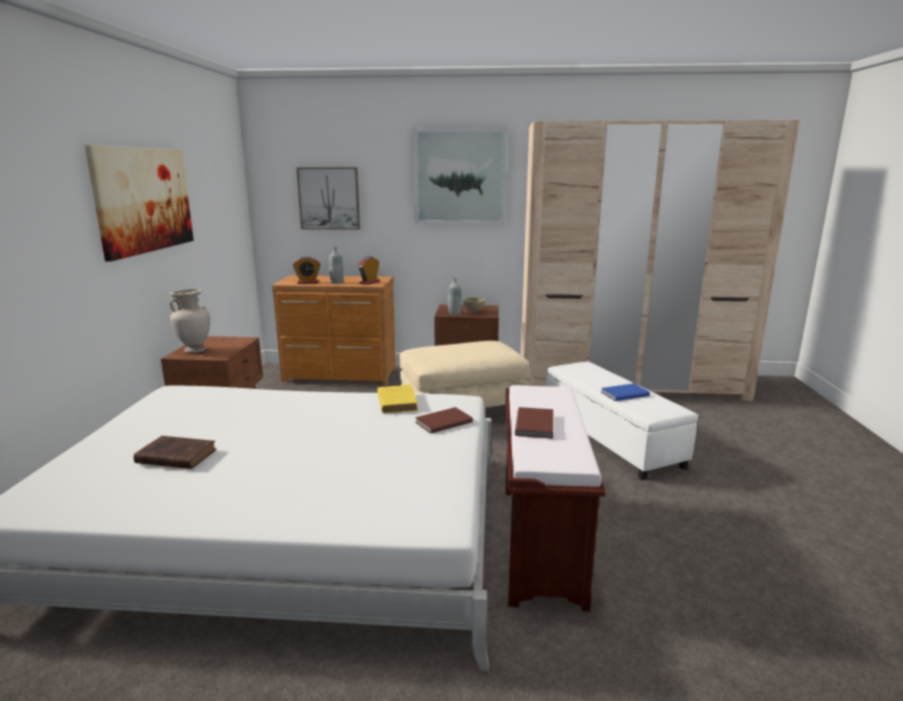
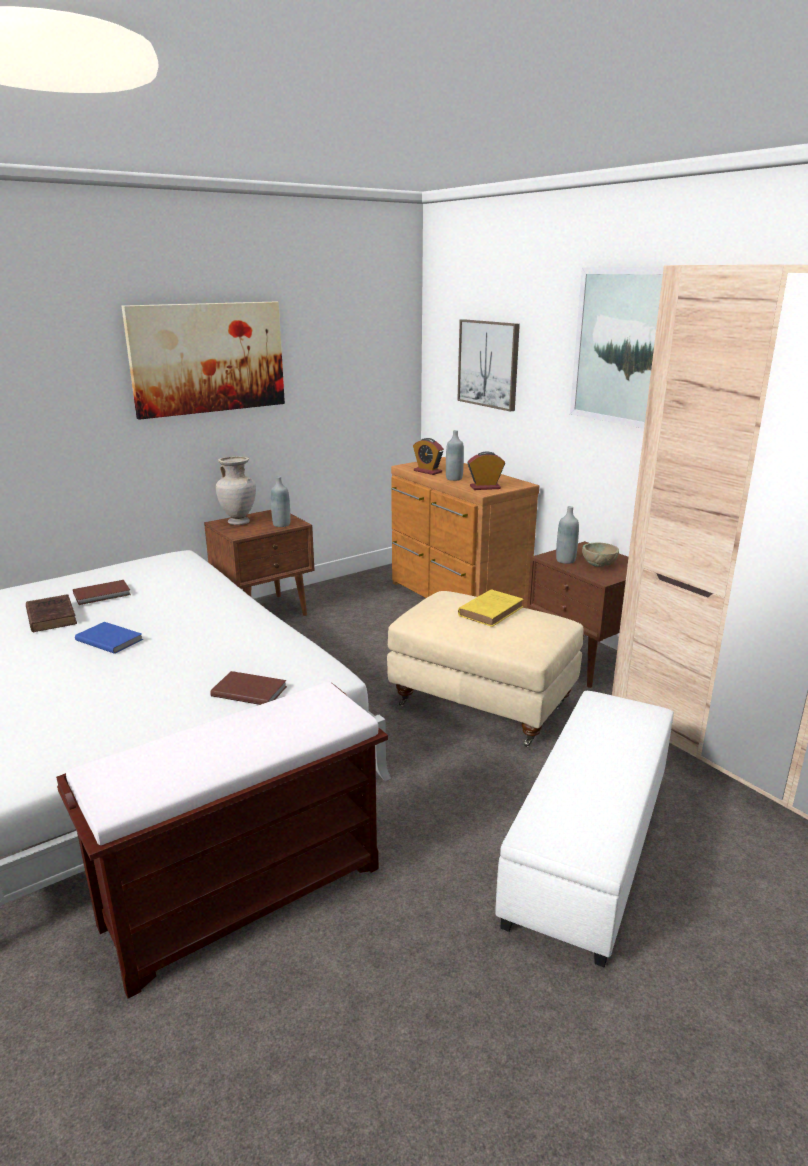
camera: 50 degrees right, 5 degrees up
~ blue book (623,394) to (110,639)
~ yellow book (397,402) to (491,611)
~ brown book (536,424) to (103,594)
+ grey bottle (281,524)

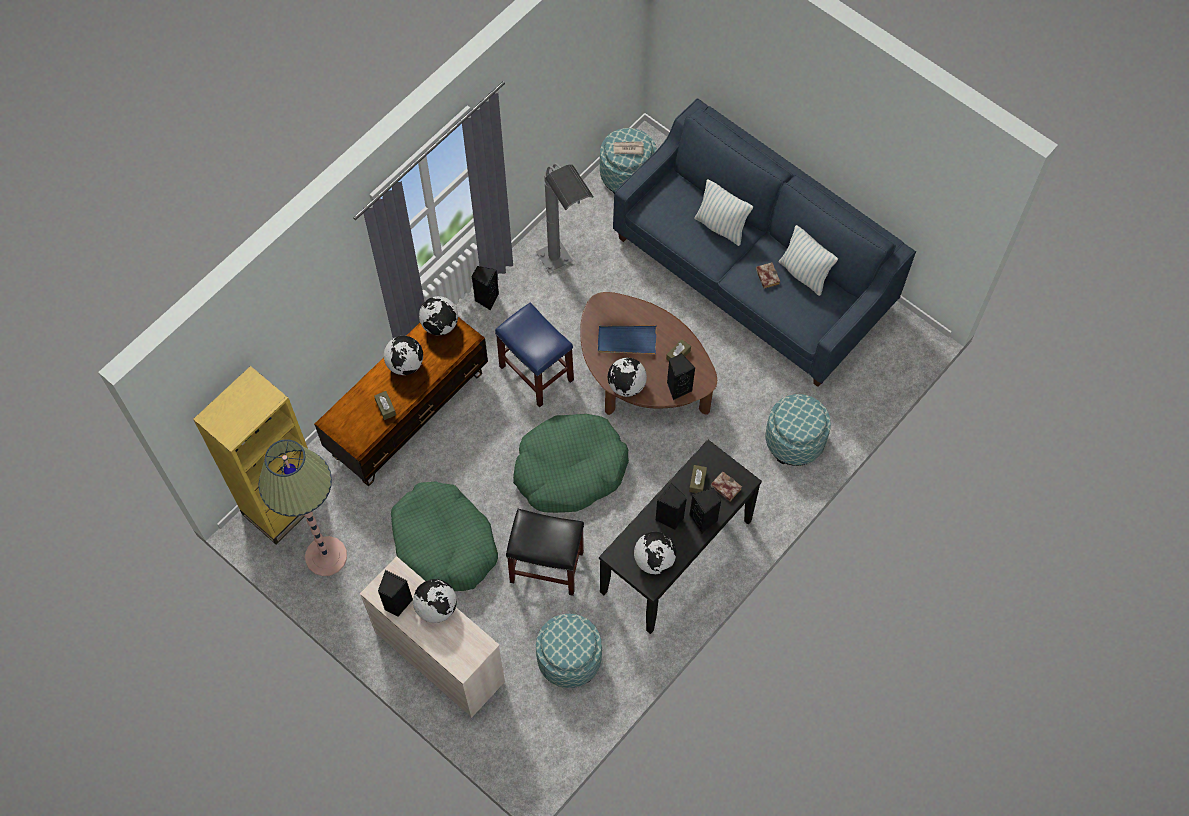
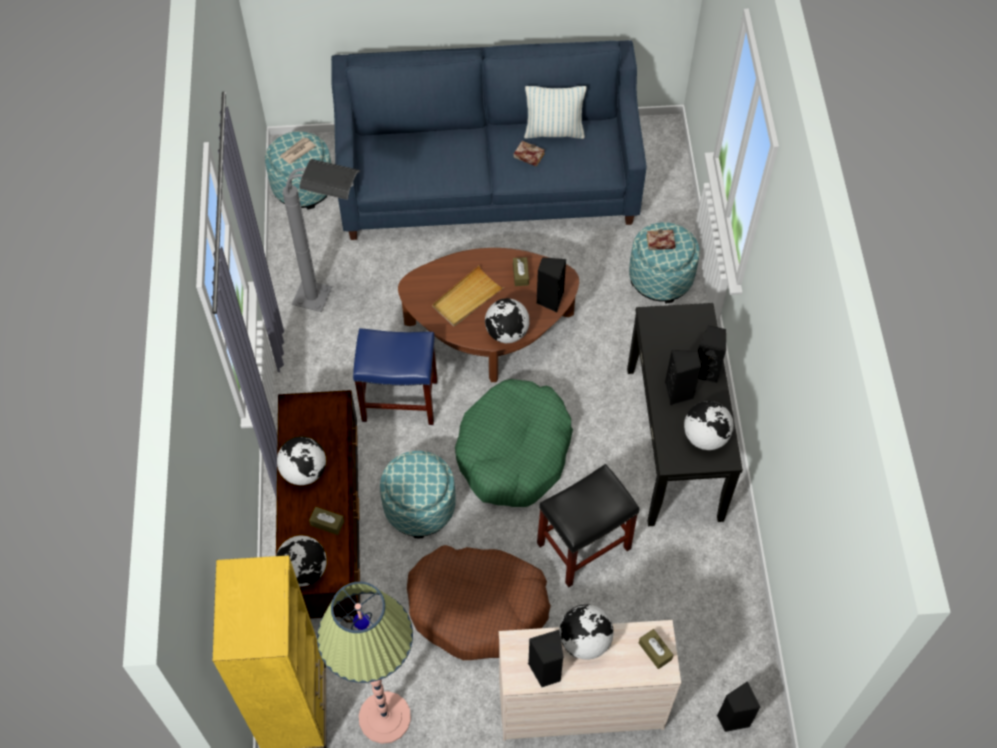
camera: 45 degrees left, 5 degrees down
- pillow (721,226)
~ black speaker (486,298) to (732,718)
~ globe (440,325) to (304,570)
~ blue tray (626,341) to beige tray (467,298)
~ brown tissue box (697,481) to (655,651)
~ book (724,487) to (659,242)
~ green dog bed (444,543) to brown dog bed (477,607)
~ ottoman (569,659) to (419,507)

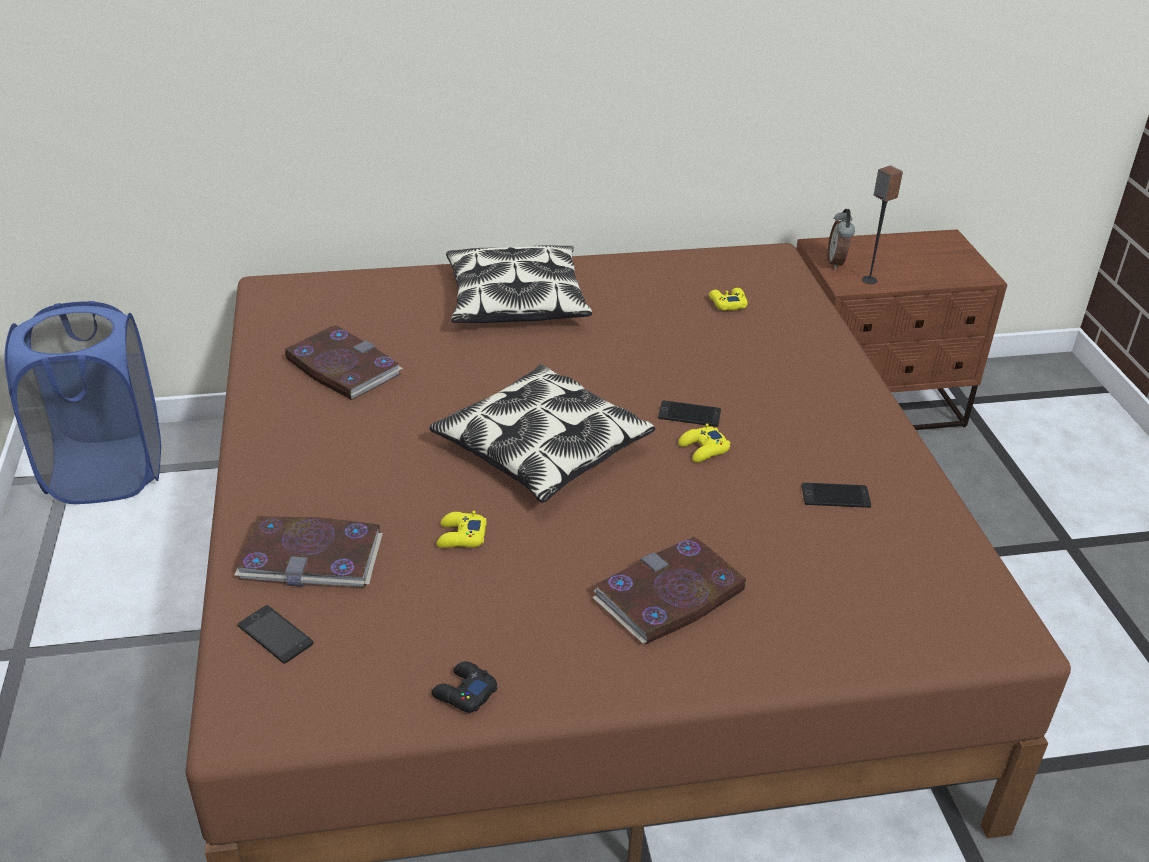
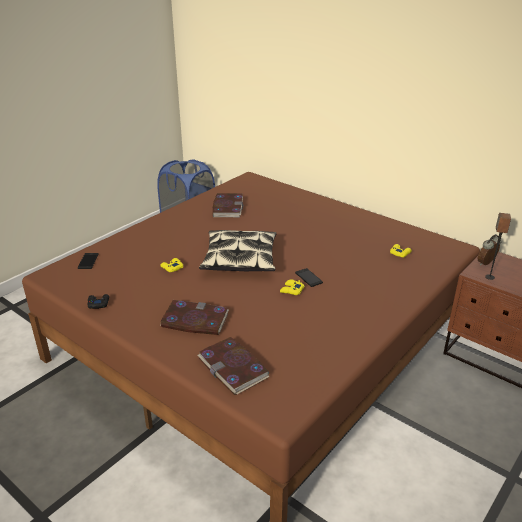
camera: 50 degrees right, 5 degrees down
- pillow (515,301)
- phone (835,496)
~ book (311,557) to (233,368)

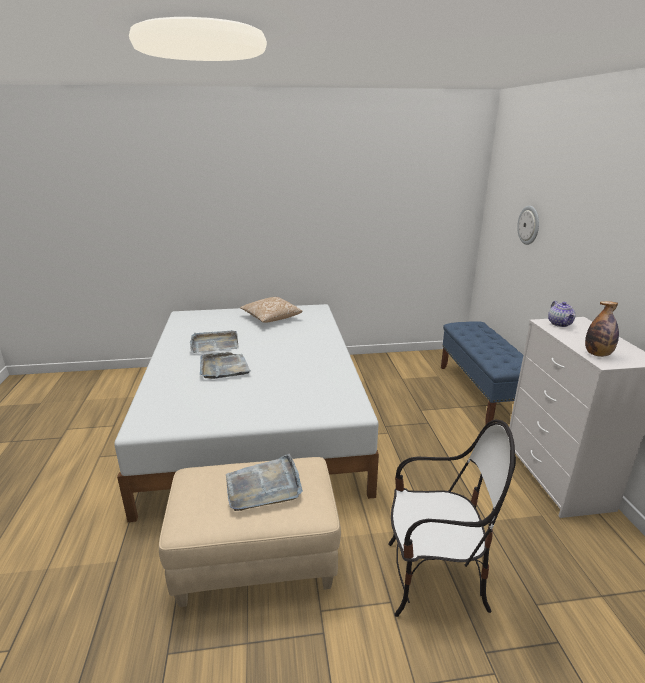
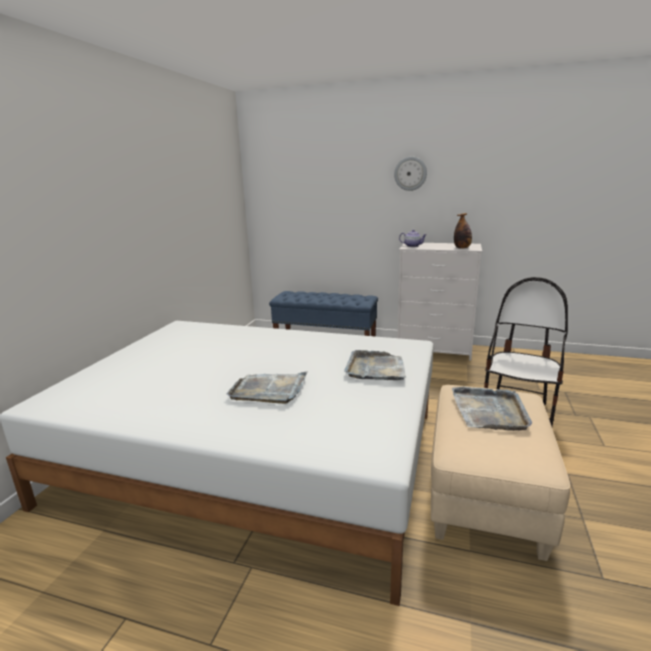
camera: 65 degrees left, 5 degrees down
~ wall clock (529,225) to (410,173)
- pillow (271,318)
~ grey tray (214,344) to (376,368)

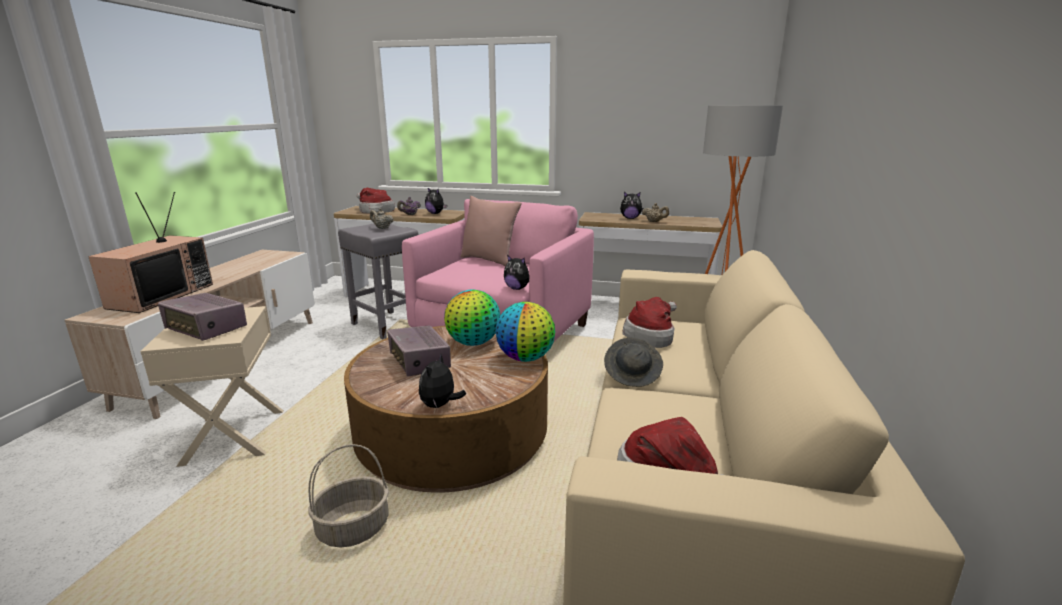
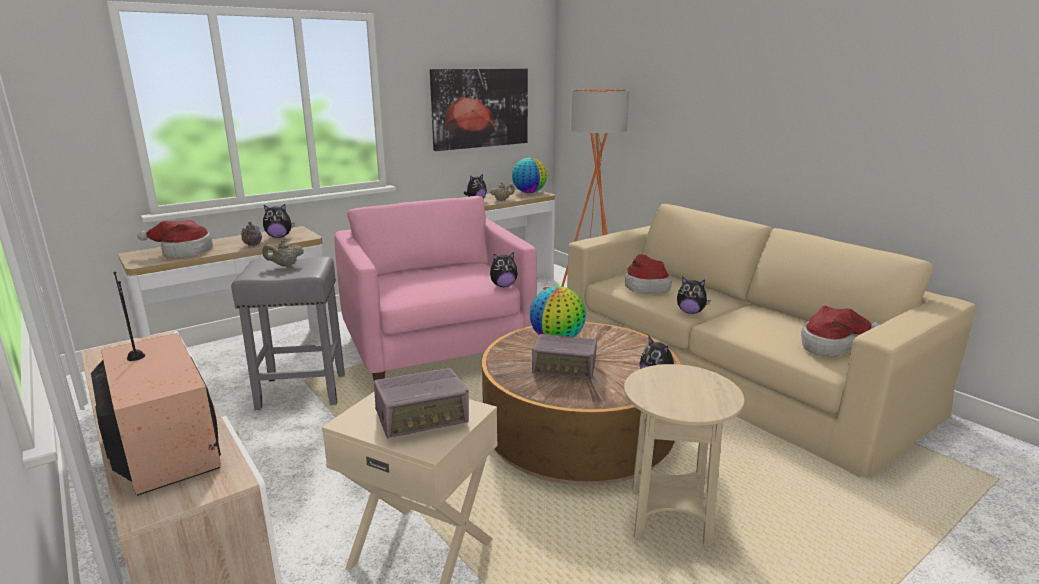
camera: 50 degrees left, 0 degrees up
- pink pillow (489,260)
~ globe (525,358) to (529,192)
~ grey hat (633,374) to plush toy (690,312)
~ basket (353,529) to beige side table (670,516)
+ picture (480,108)

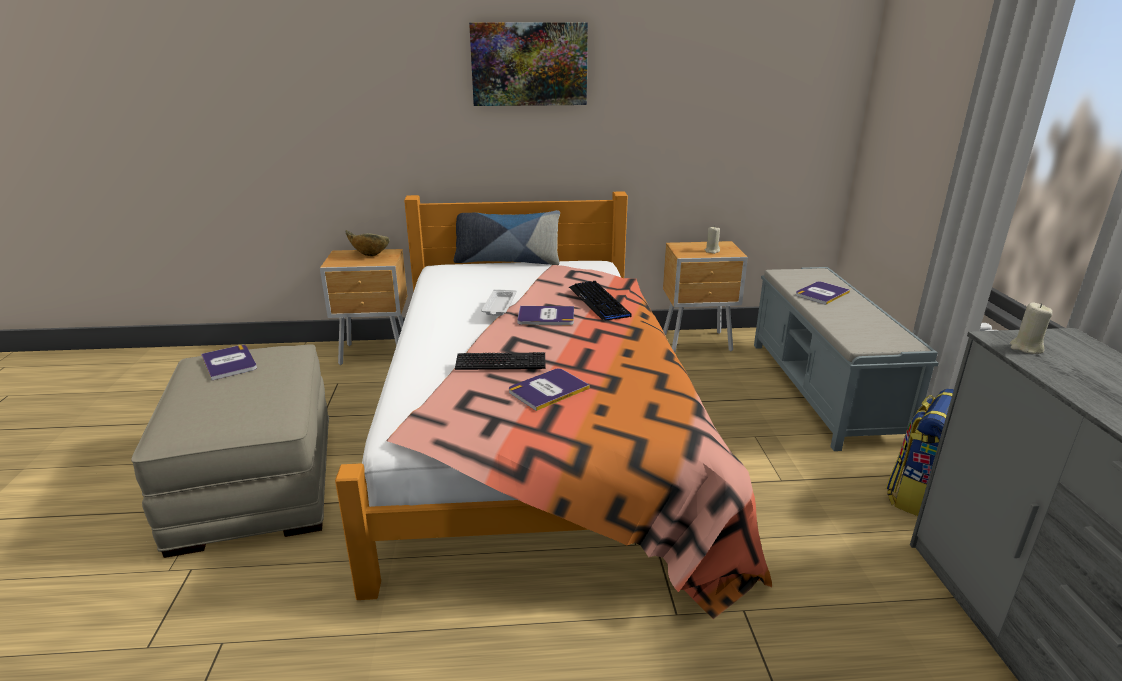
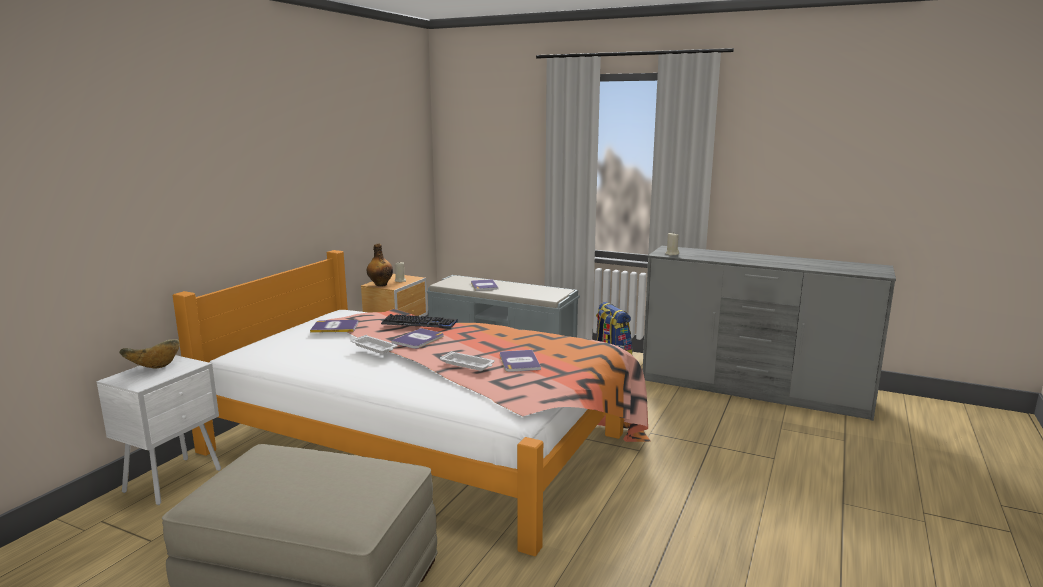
camera: 60 degrees left, 10 degrees down
- picture (529,64)
- pillow (507,261)
~ brown nightstand (376,354) to white nightstand (175,480)
~ book (229,363) to (335,327)
~ keyboard (501,363) to white tray (468,364)
+ bottle (380,284)

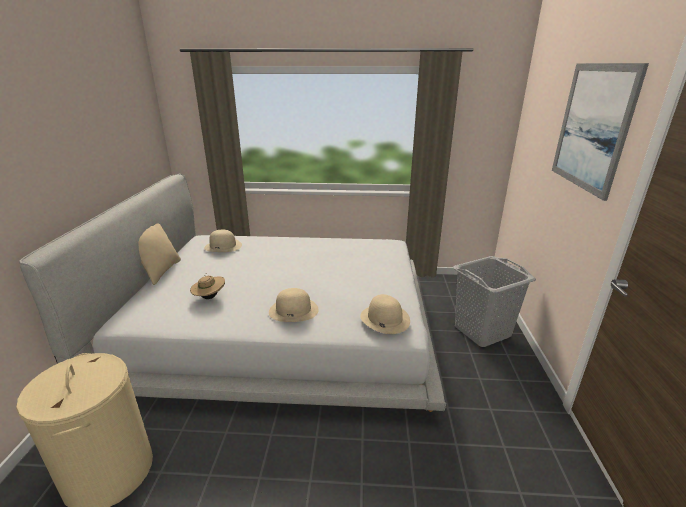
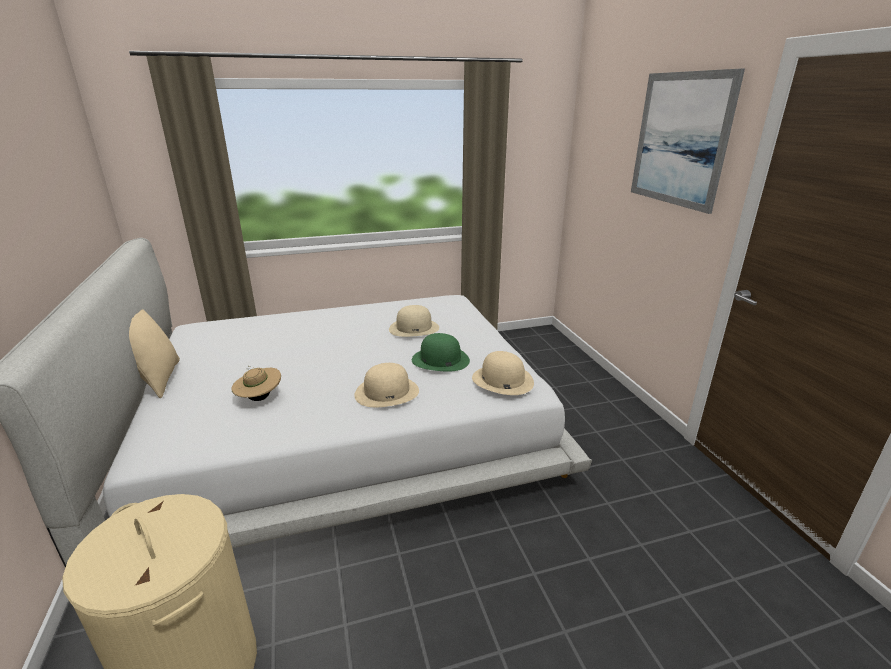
camera: 20 degrees left, 0 degrees up
~ beige hat (223,246) to (414,328)
- grey laundry basket (482,331)
+ green hat (440,360)

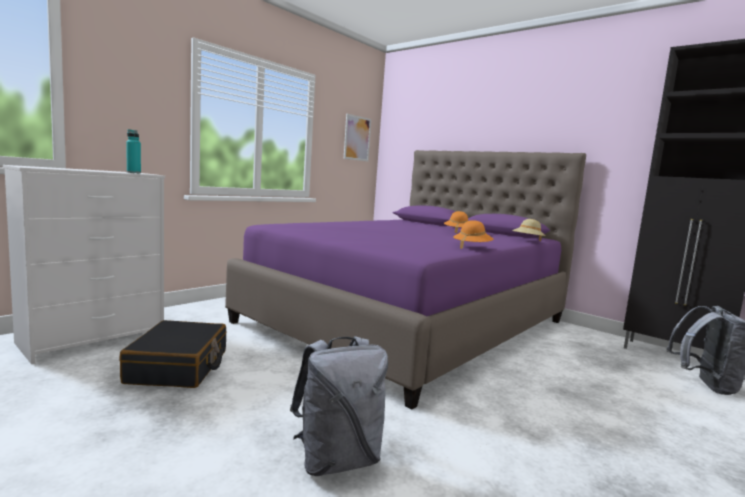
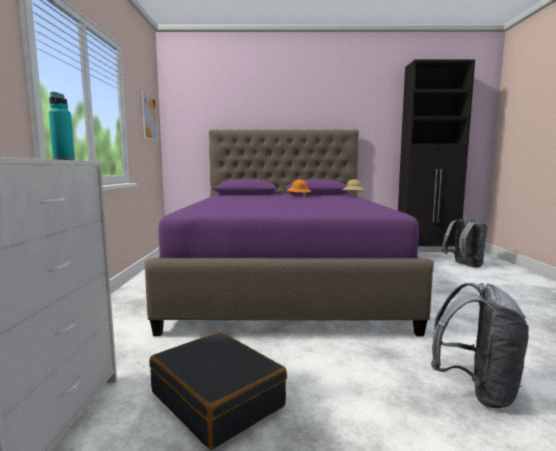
camera: 40 degrees left, 0 degrees up
- orange hat (471,247)

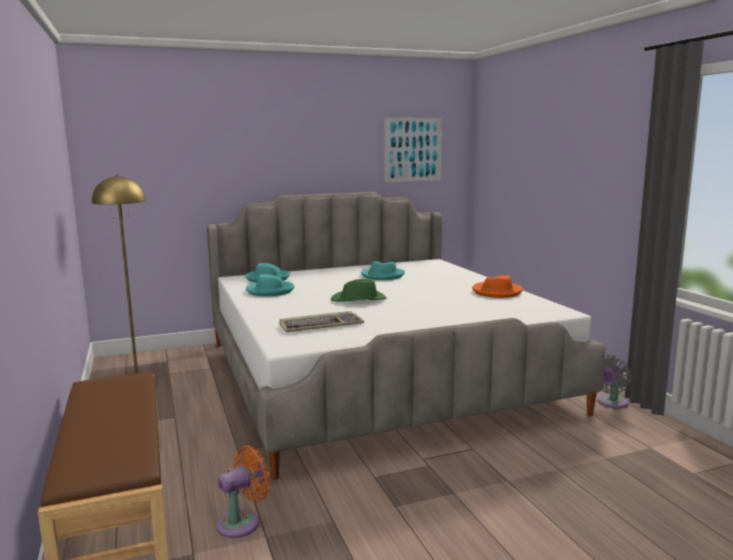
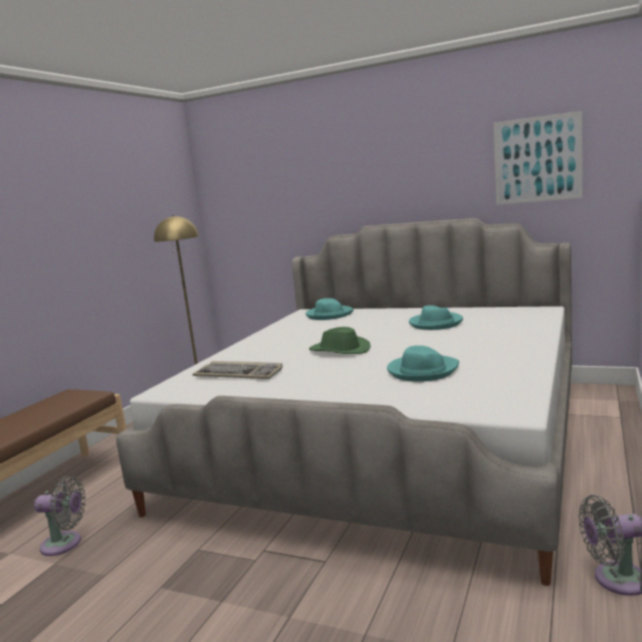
camera: 45 degrees right, 0 degrees up
~ turquoise hat (270,291) to (422,371)
- orange hat (496,292)
~ orange fan (243,522) to grey fan (65,544)

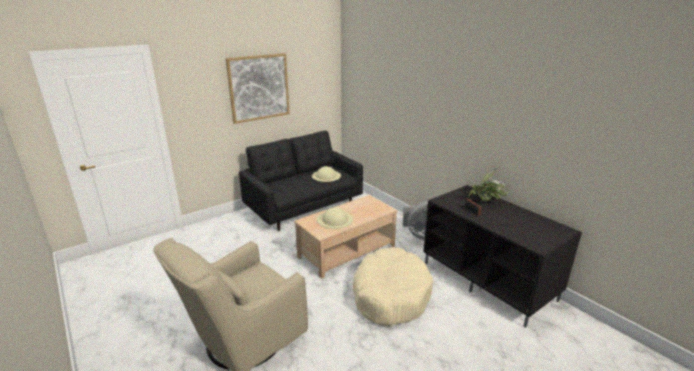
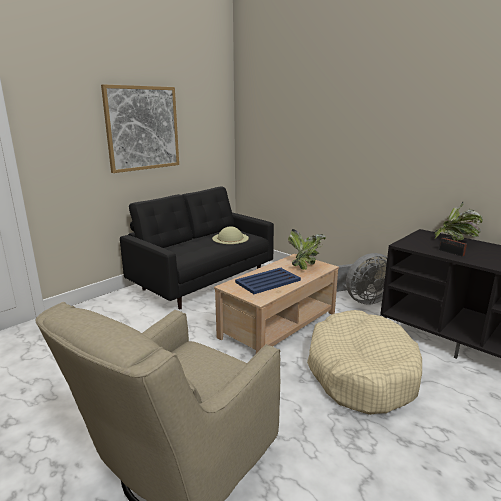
camera: 10 degrees left, 5 degrees down
~ beige hat (335,219) to blue tray (267,281)
+ potted plant (305,265)

